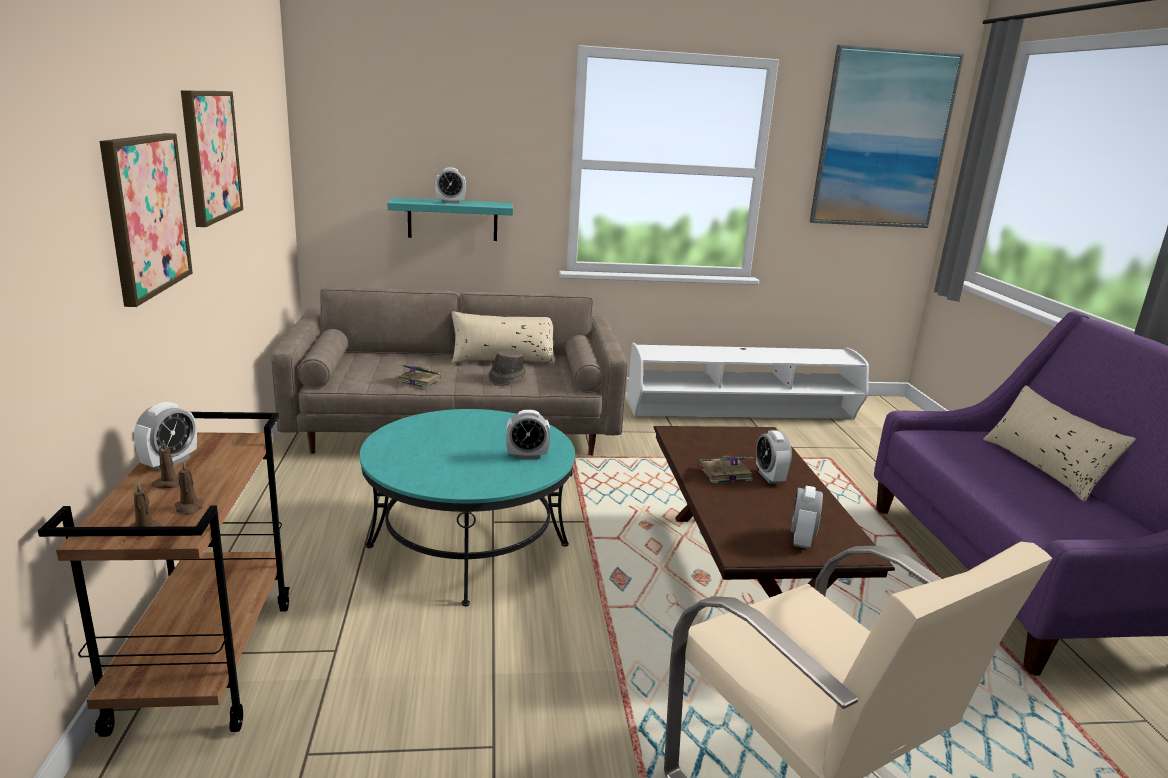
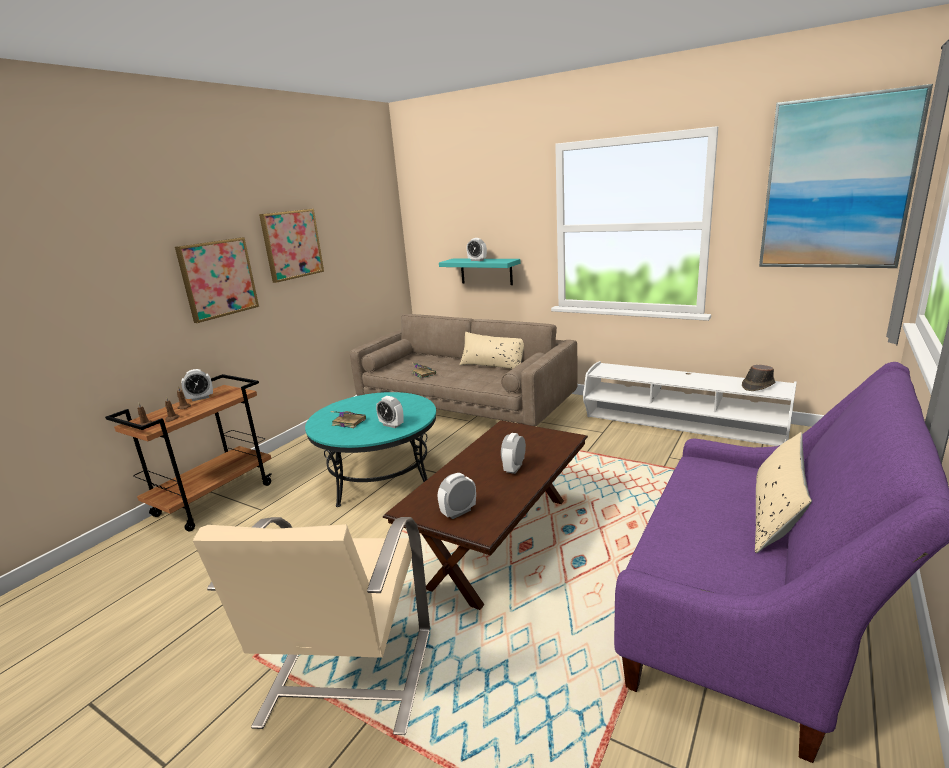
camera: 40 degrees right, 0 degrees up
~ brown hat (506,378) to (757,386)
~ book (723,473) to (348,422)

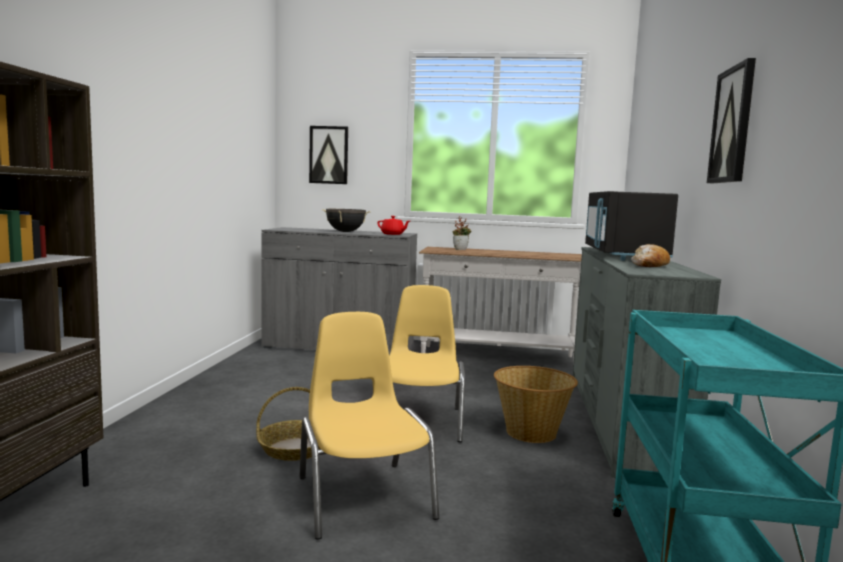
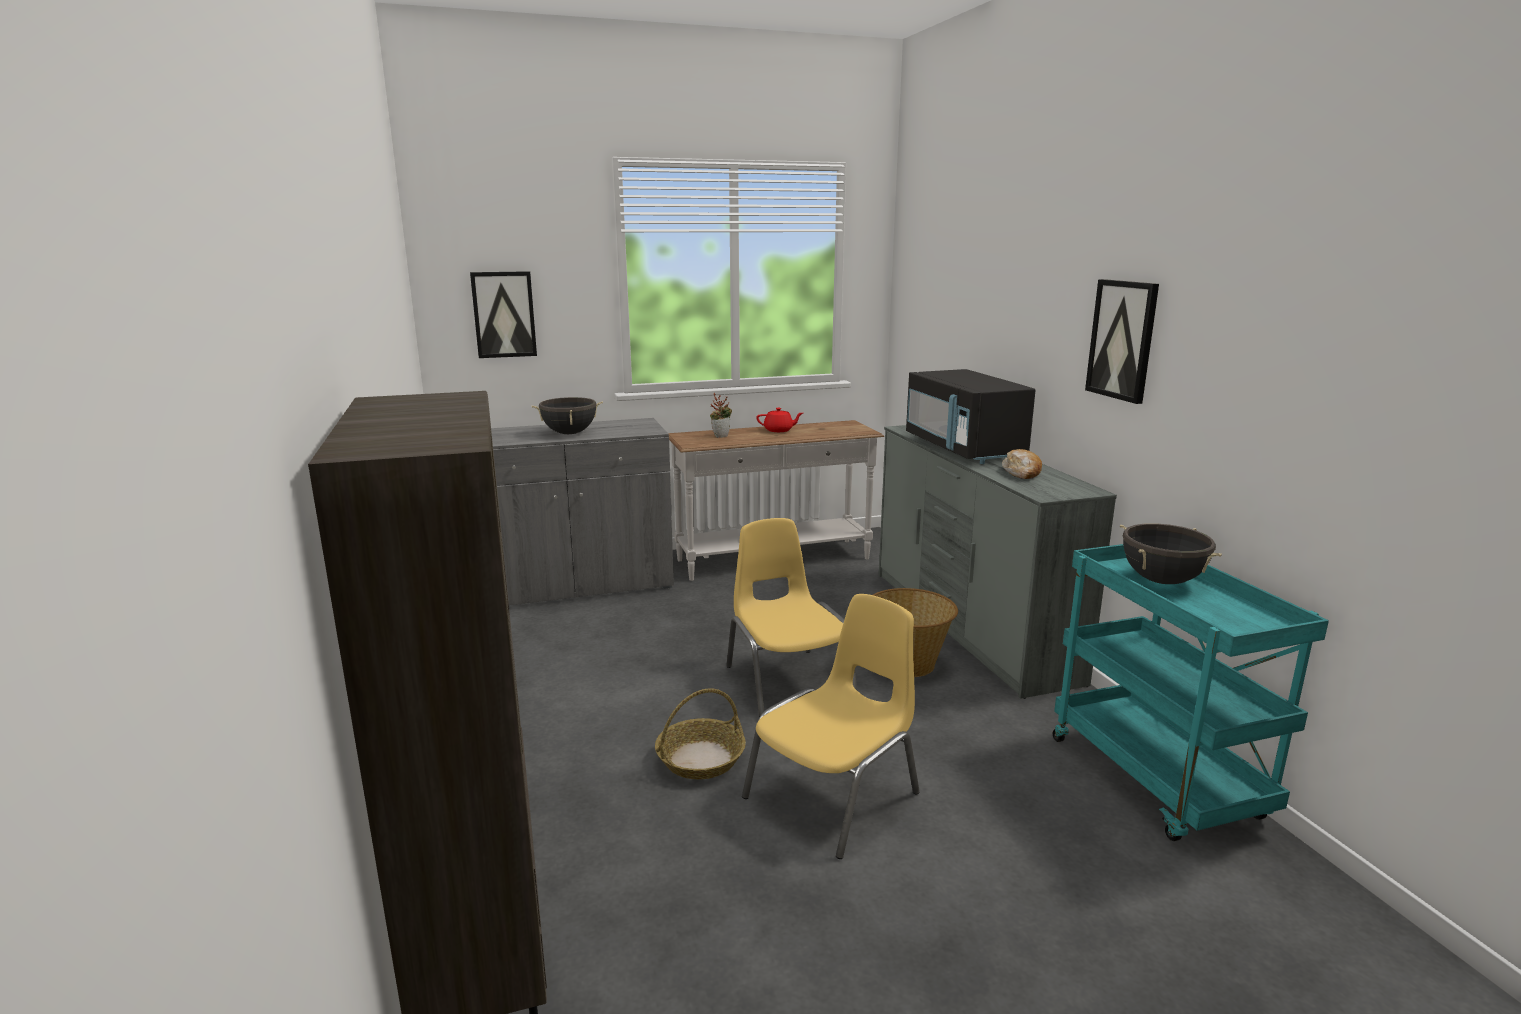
camera: 25 degrees left, 10 degrees up
~ red teapot (393,234) to (779,430)
~ yellow chair (363,496) = (835,795) 90 degrees clockwise
+ black cooking pot (1162,581)

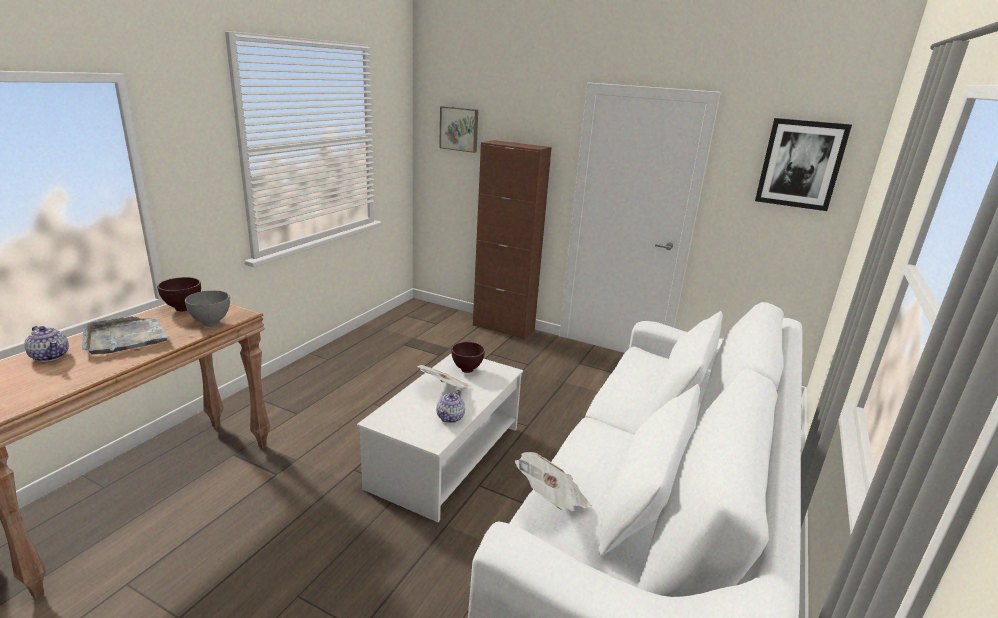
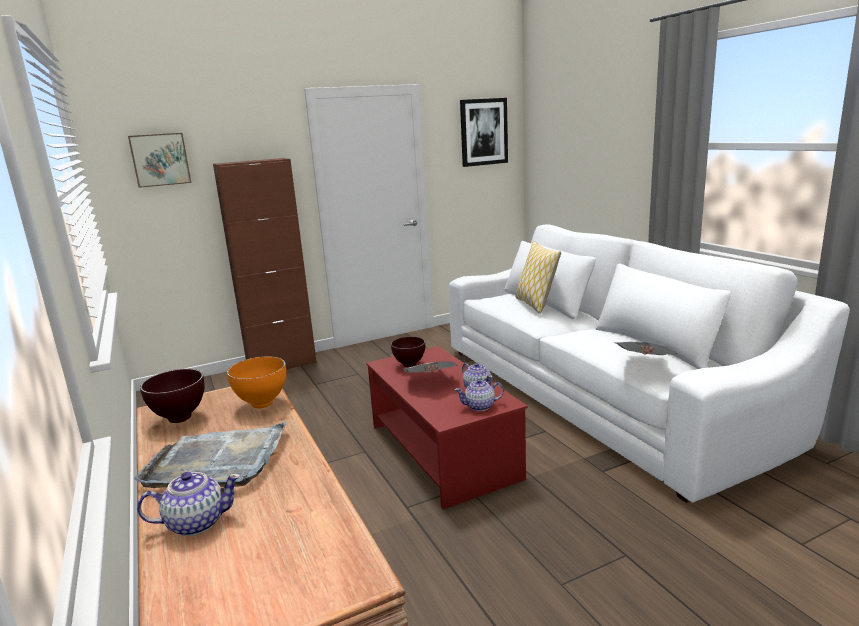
camera: 50 degrees left, 5 degrees down
~ grey bowl (211,324) to orange bowl (263,404)
~ white coffee table (445,457) to red coffee table (443,451)
+ pillow (535,305)
+ teapot (480,406)

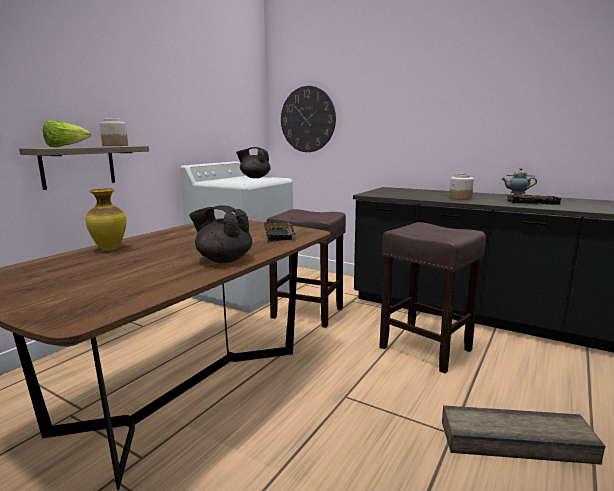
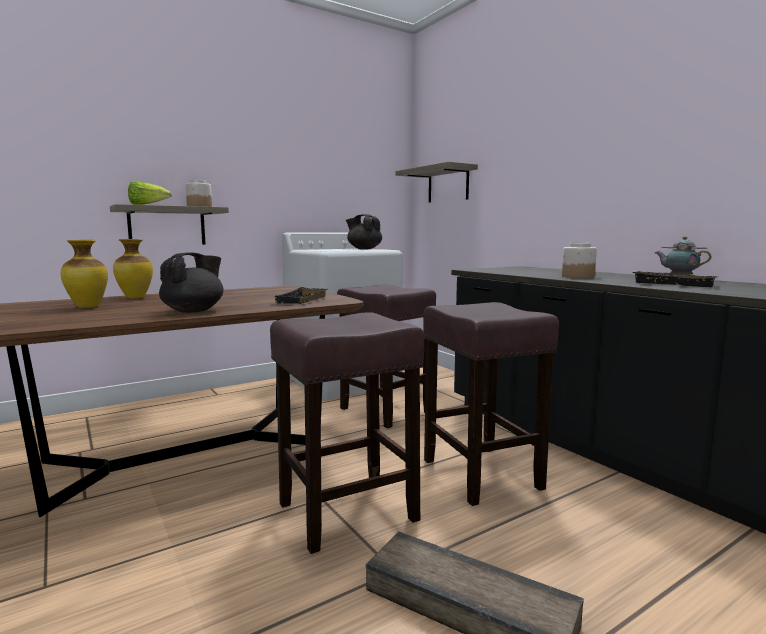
camera: 25 degrees right, 5 degrees down
~ wall clock (307,119) to shelf (448,185)
~ black teapot (223,260) = (194,311) 75 degrees clockwise
+ vase (87,307)
+ brown stool (345,512)

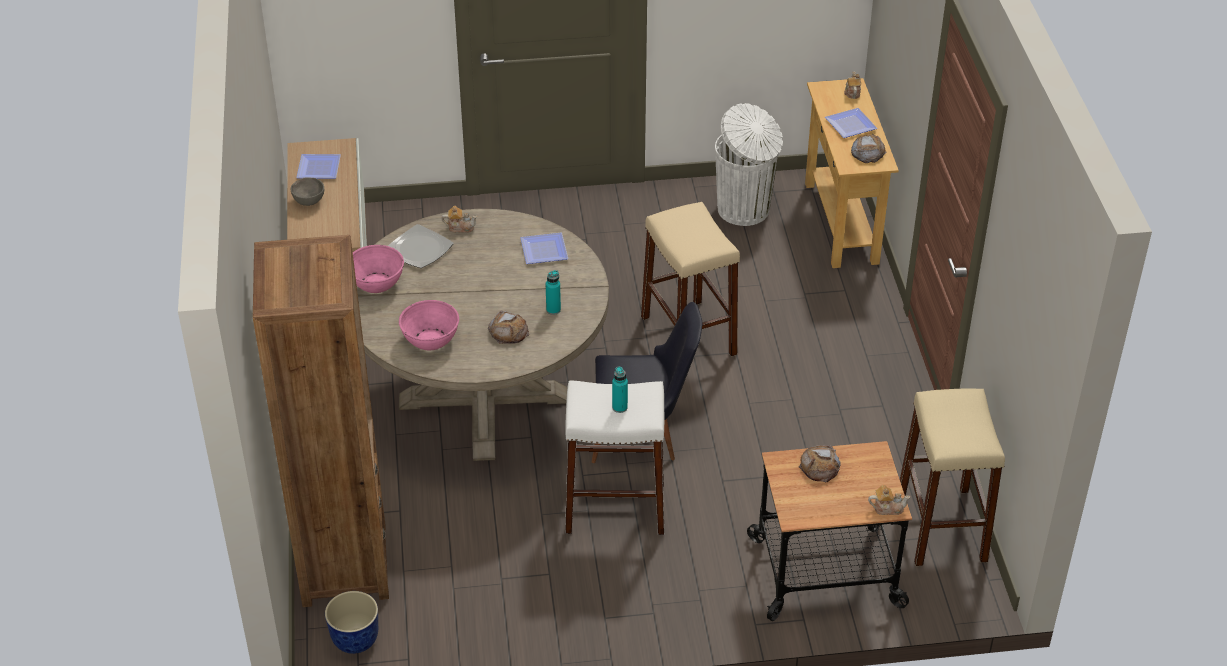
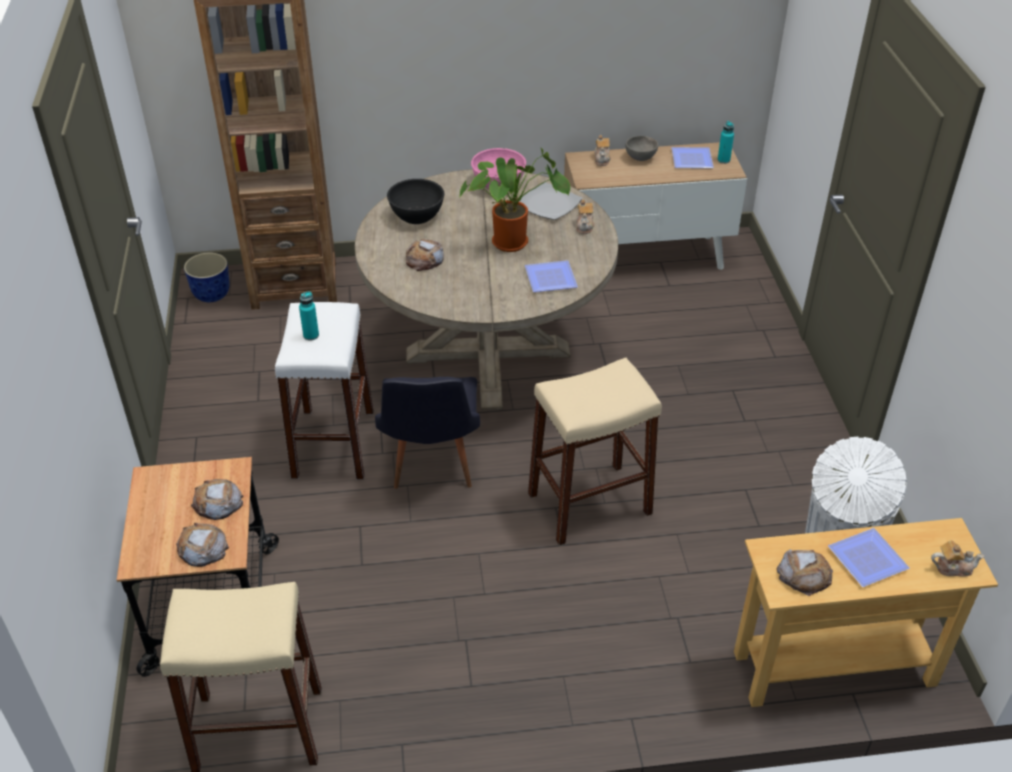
camera: 90 degrees right, 0 degrees up
~ turquoise bottle (553,309) to (723,160)
~ pink bowl (430,339) to black bowl (416,215)
~ teapot (887,508) to (602,159)
+ potted plant (514,241)
+ bread (202,548)

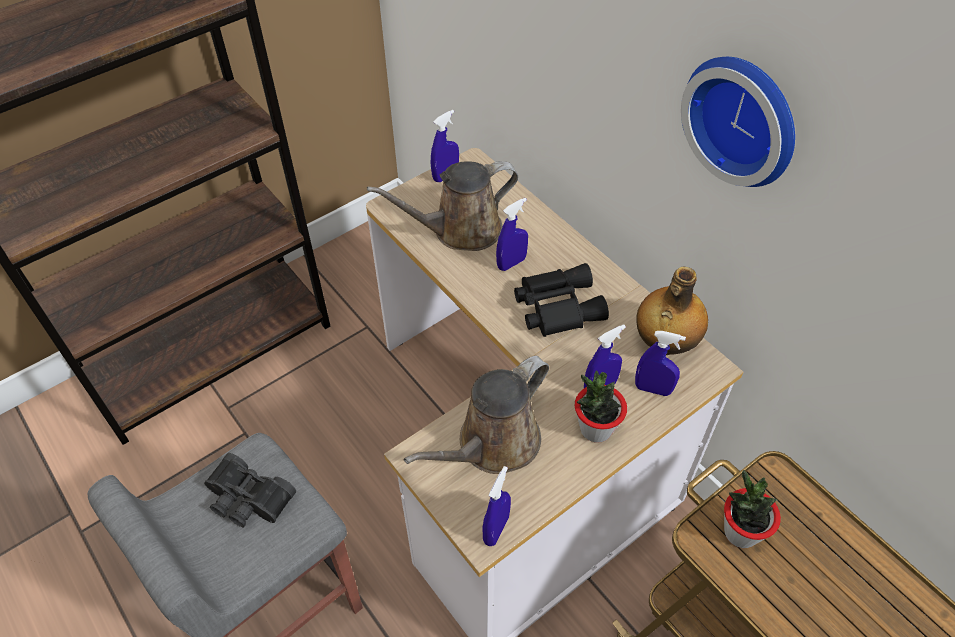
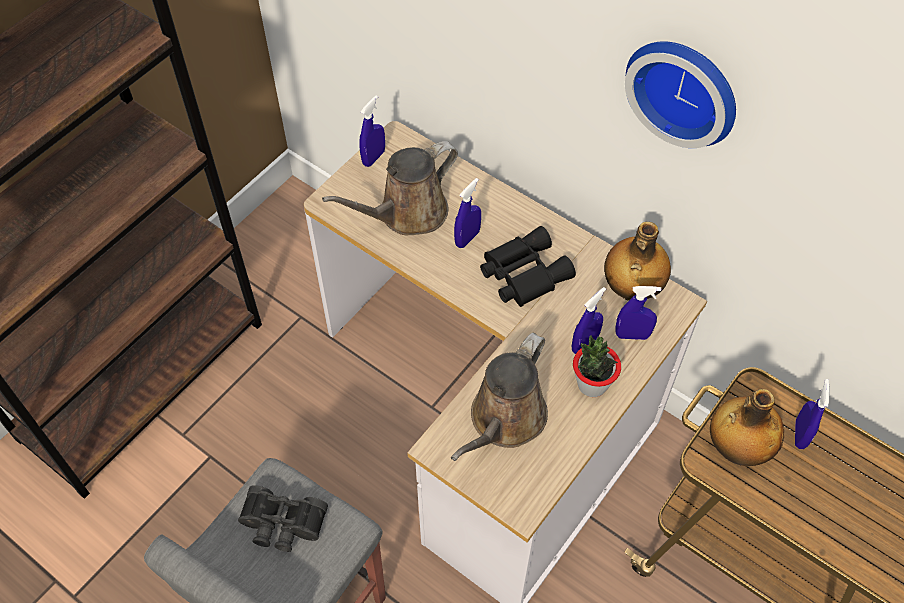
camera: 15 degrees left, 5 degrees up
~ blue spray bottle (496,529) to (800,434)
~ potted plant (740,532) to bottle (737,447)

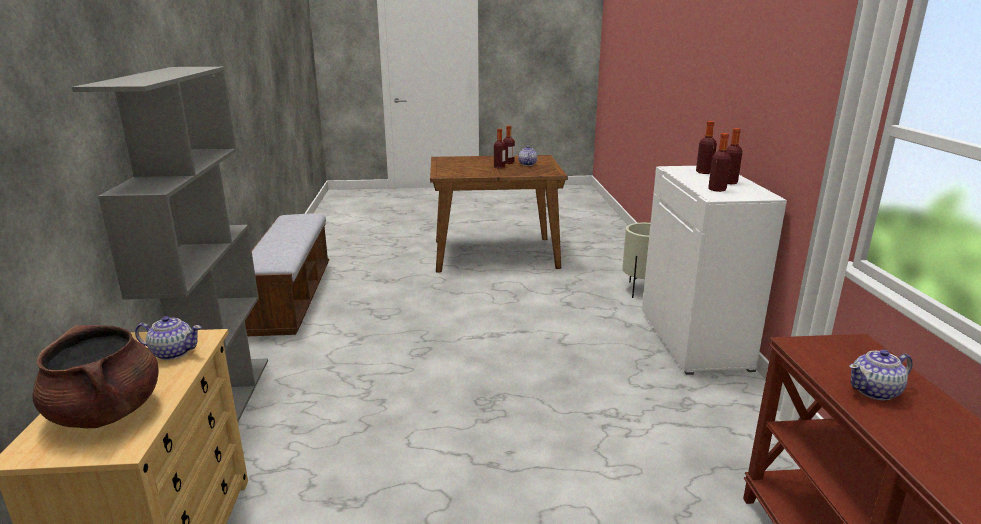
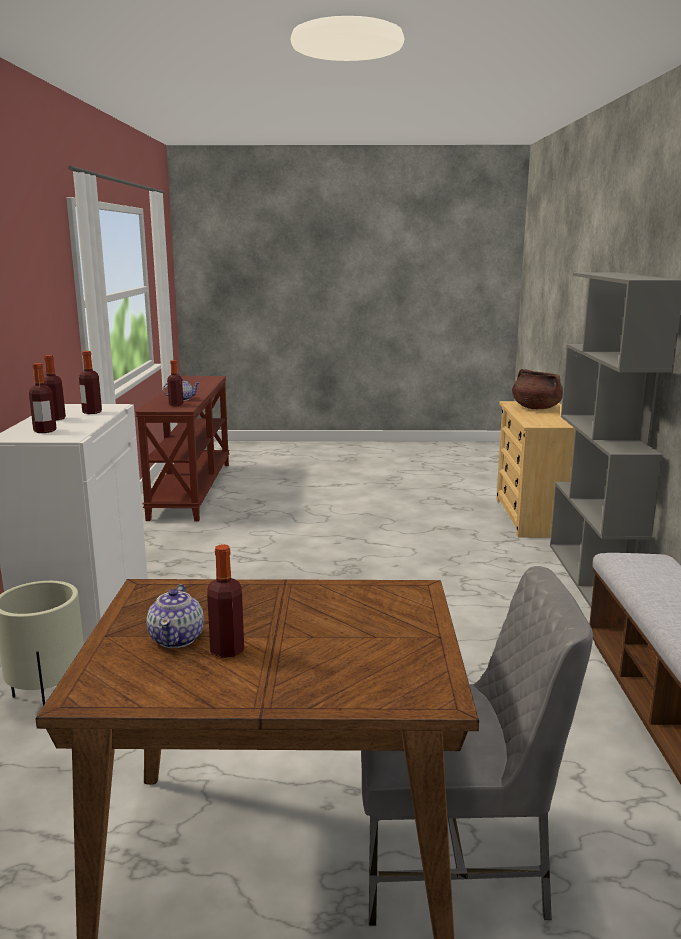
camera: 175 degrees left, 5 degrees down
~ bottle (499,167) to (176,405)
- teapot (173,352)
+ grey chair (454,860)

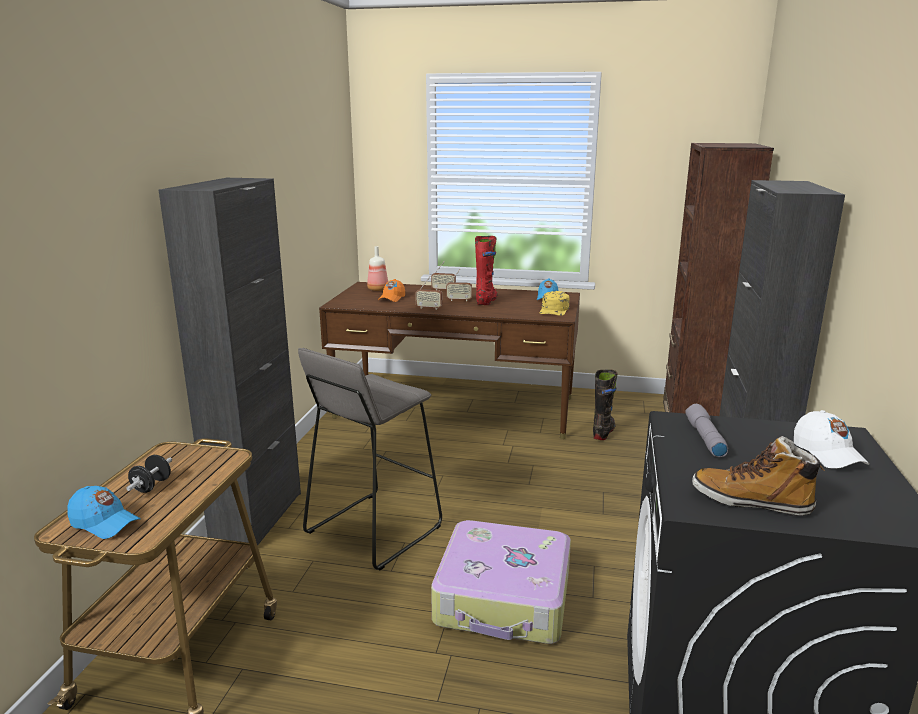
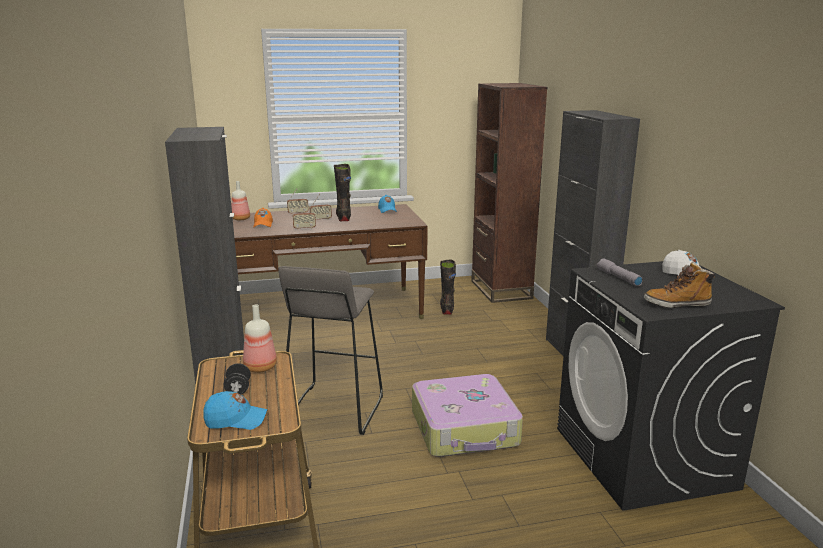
camera: 25 degrees left, 0 degrees up
~ red boot (486,300) to black boot (343,217)
- yellow cap (554,310)
+ bottle (259,367)

